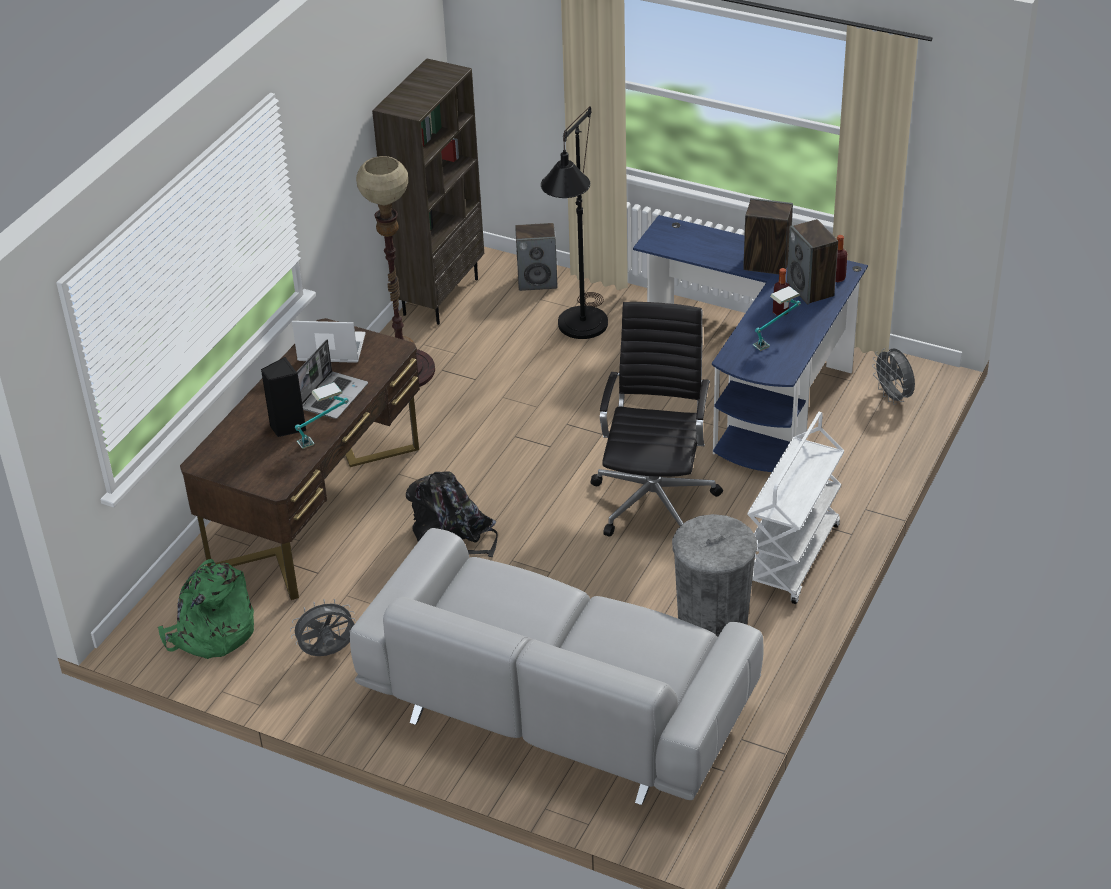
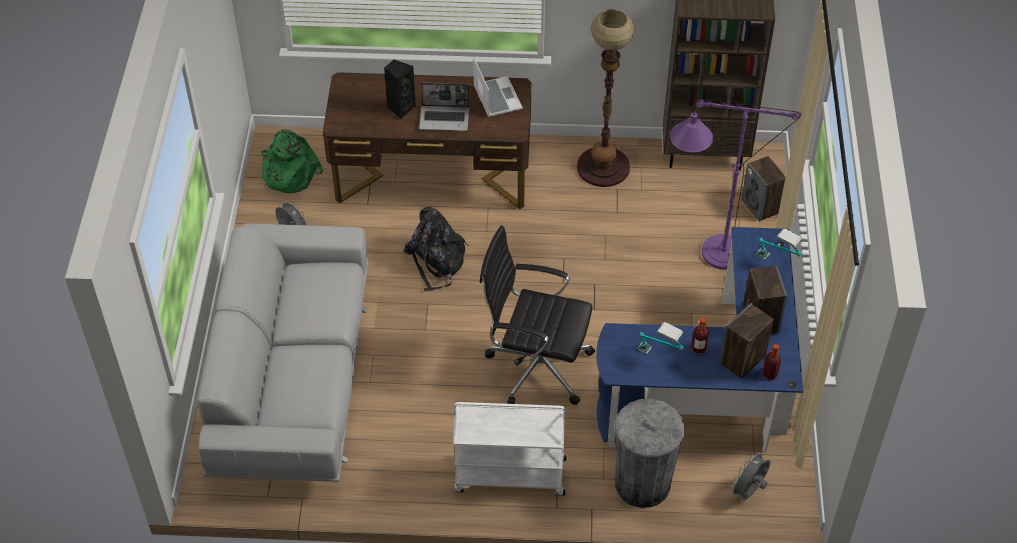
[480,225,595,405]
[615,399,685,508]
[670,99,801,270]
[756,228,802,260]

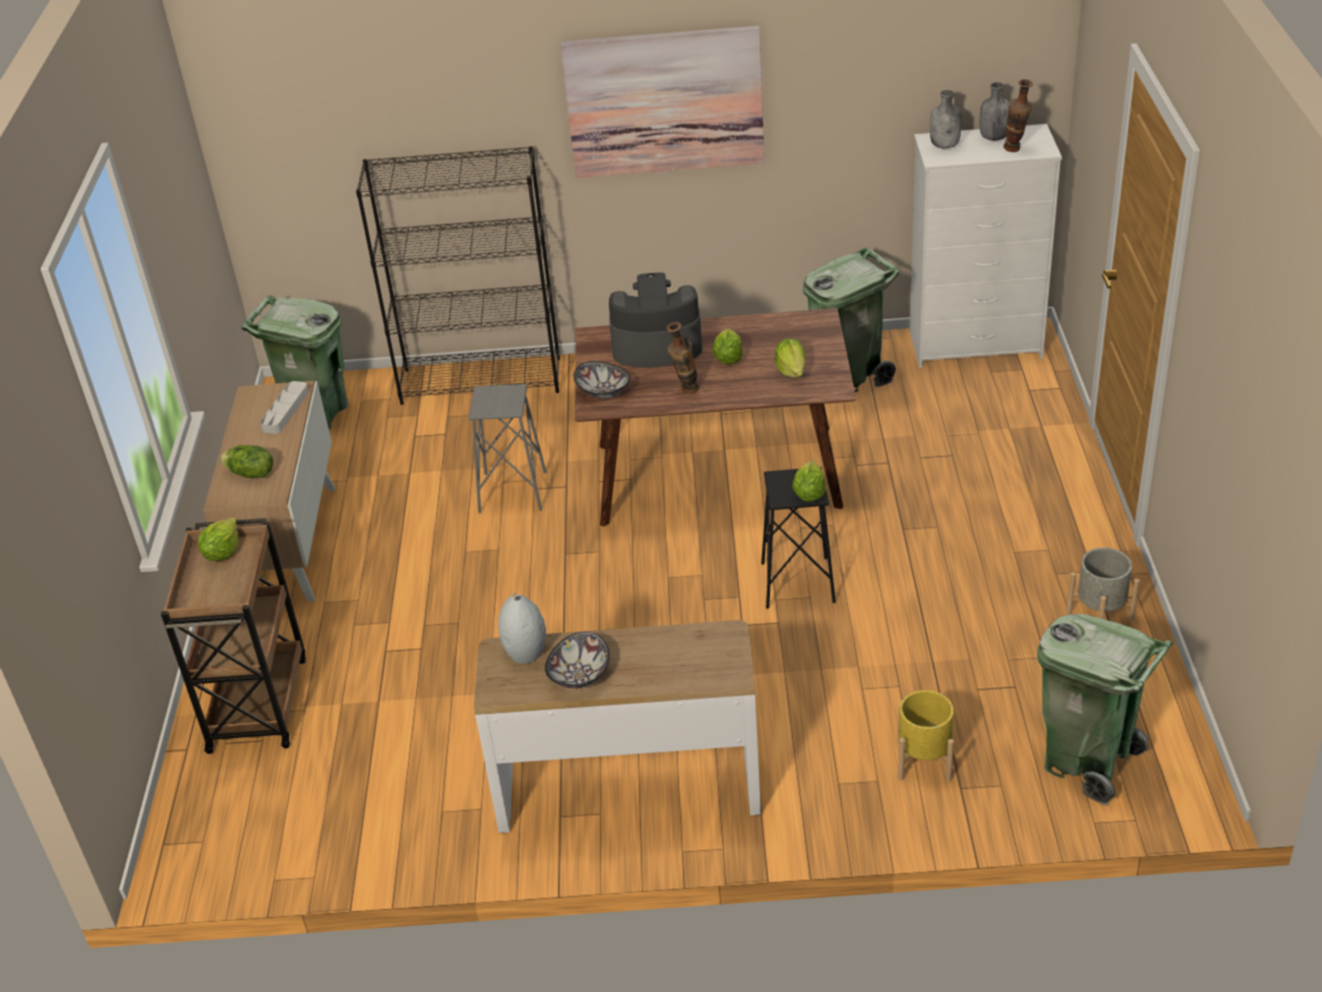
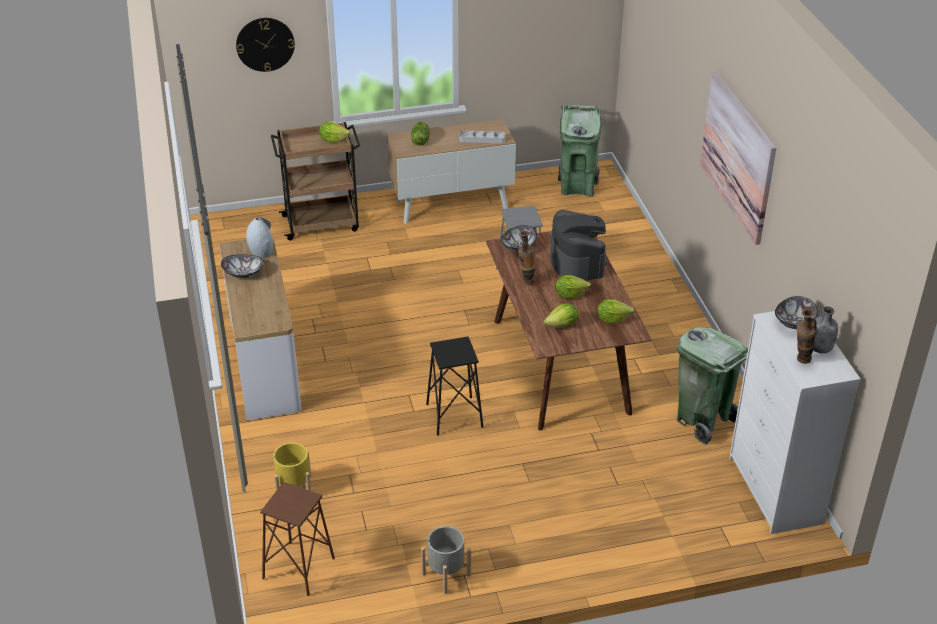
[236,18,295,72]
[260,482,335,596]
[597,299,634,324]
[775,296,818,329]
[356,146,560,405] (first image)

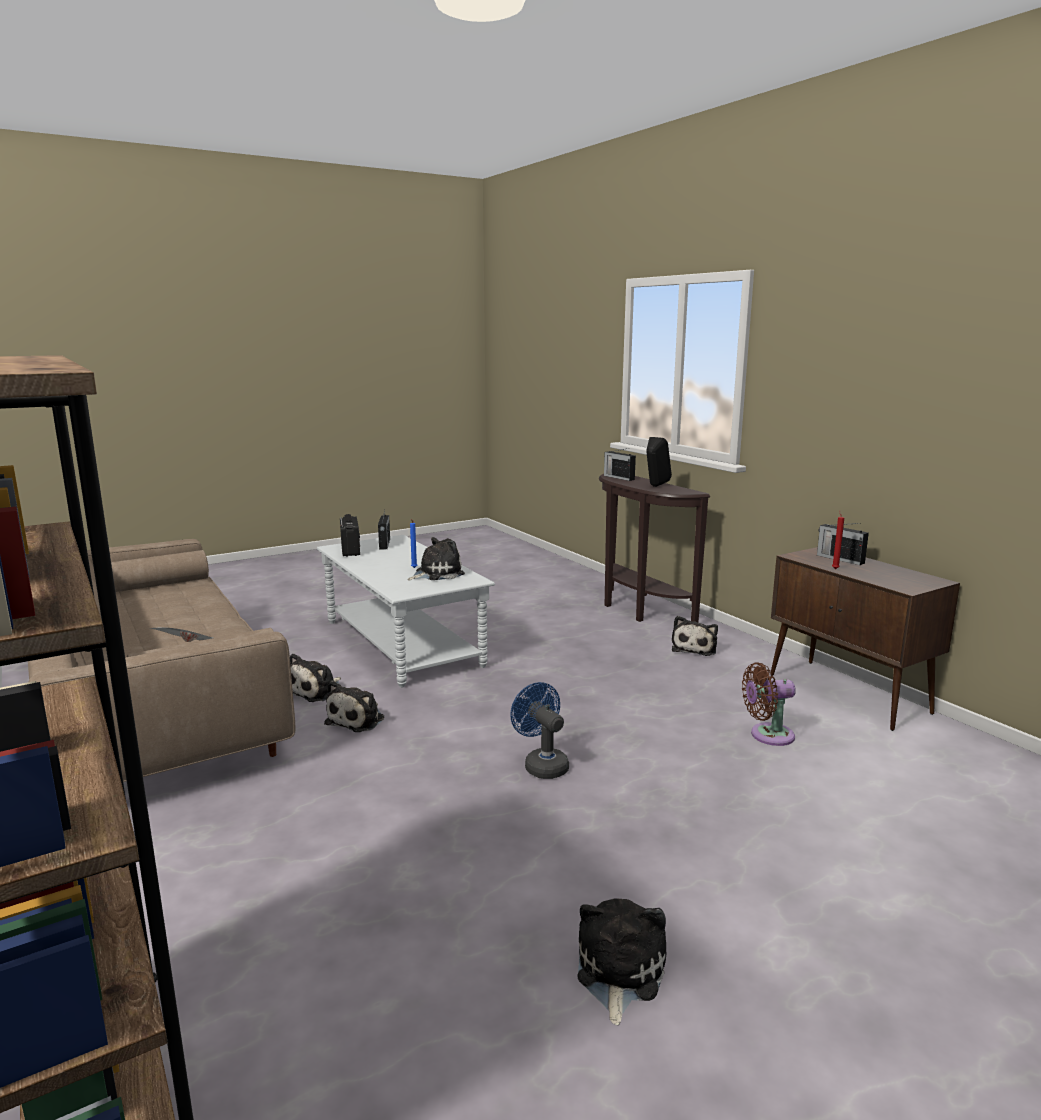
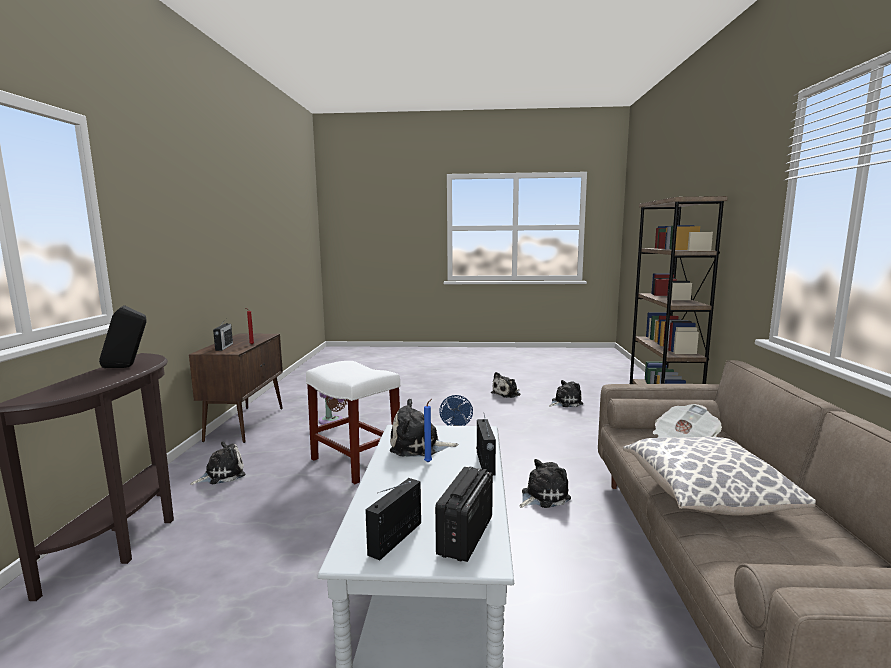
[306,361,400,484]
[476,415,496,475]
[549,380,583,407]
[623,437,816,516]

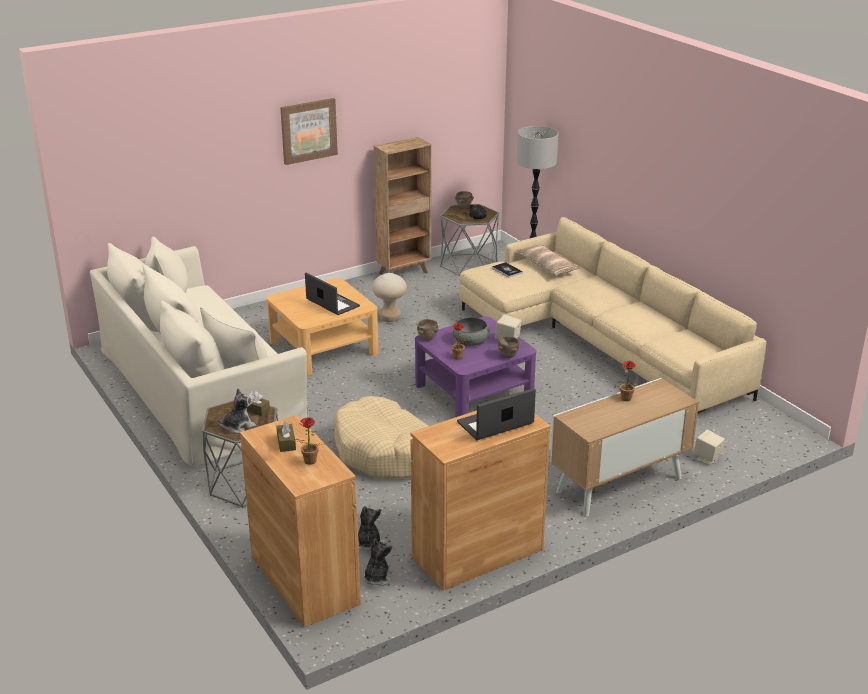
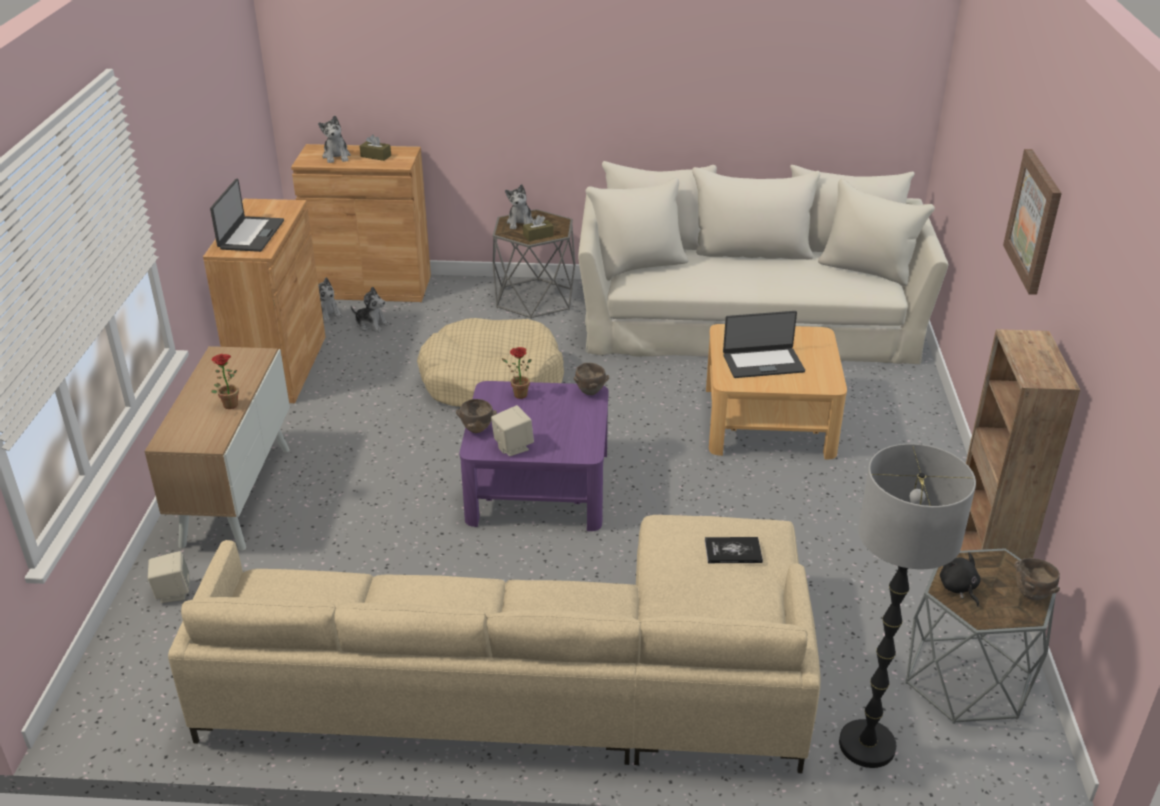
[318,115,351,163]
[372,273,407,322] (first image)
[453,318,490,346] (first image)
[517,244,579,275] (first image)

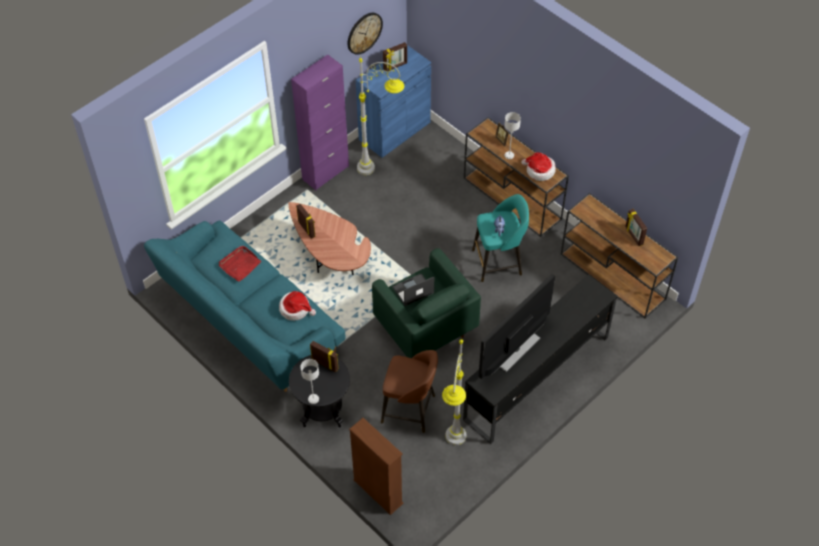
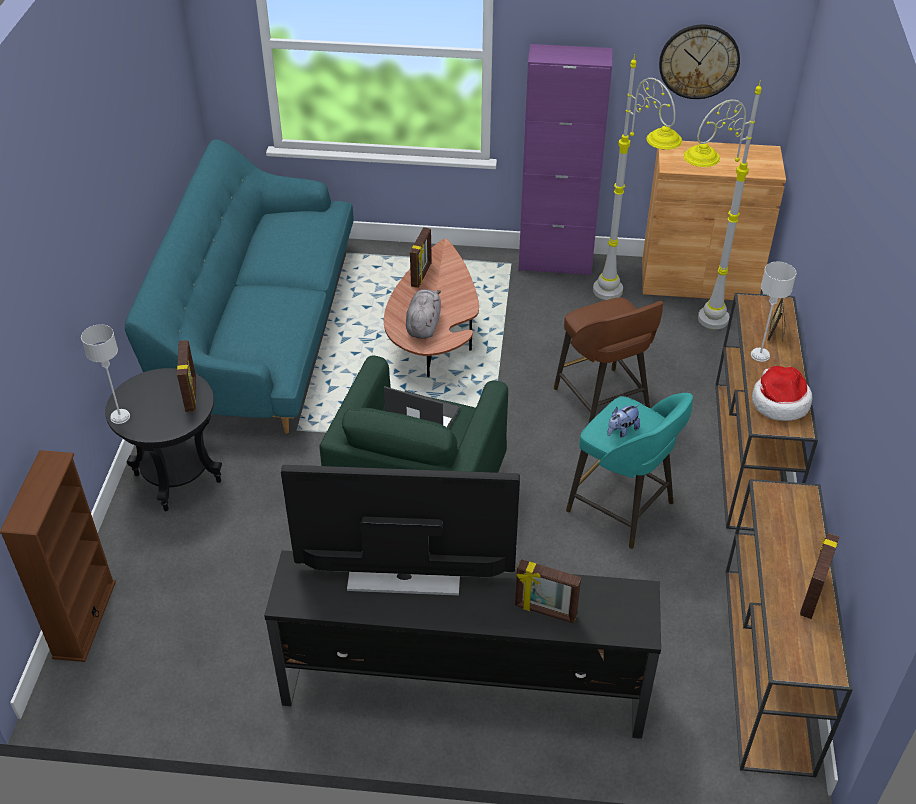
[406,289,441,339]
[515,559,581,623]
[554,297,664,423]
[642,141,786,300]
[684,80,762,329]
[219,246,261,282] (first image)
[279,291,316,321] (first image)

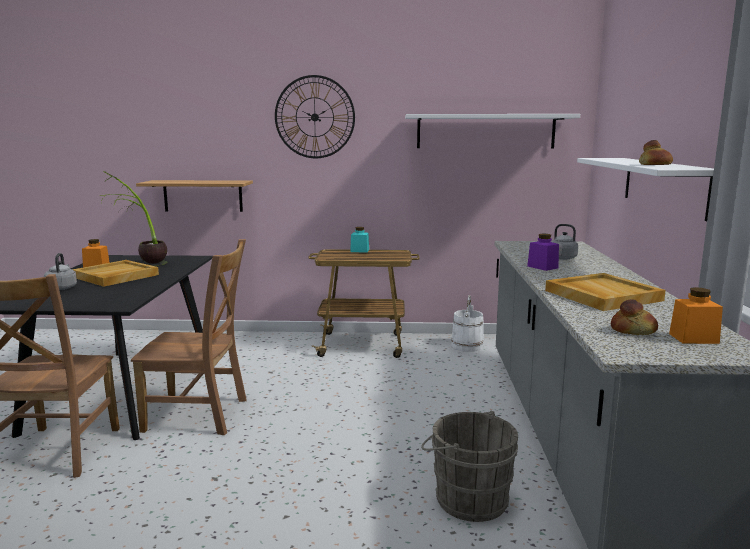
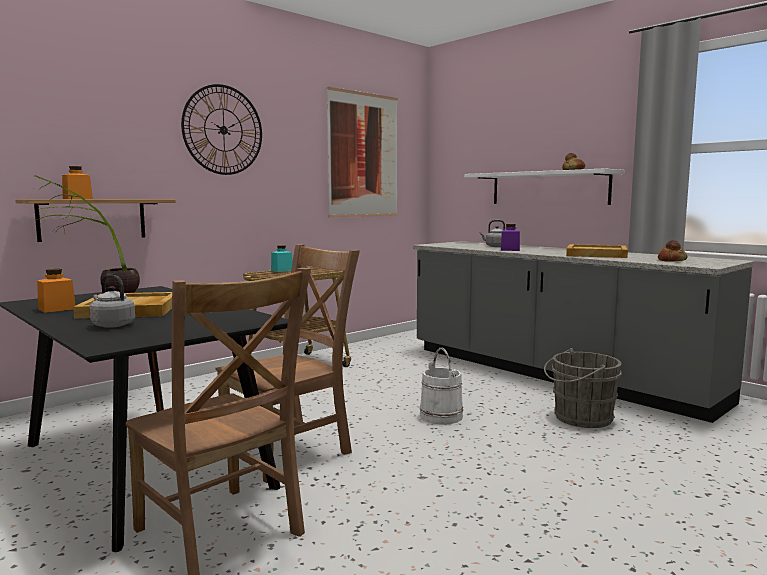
[62,166,93,199]
[326,87,398,217]
[420,348,463,425]

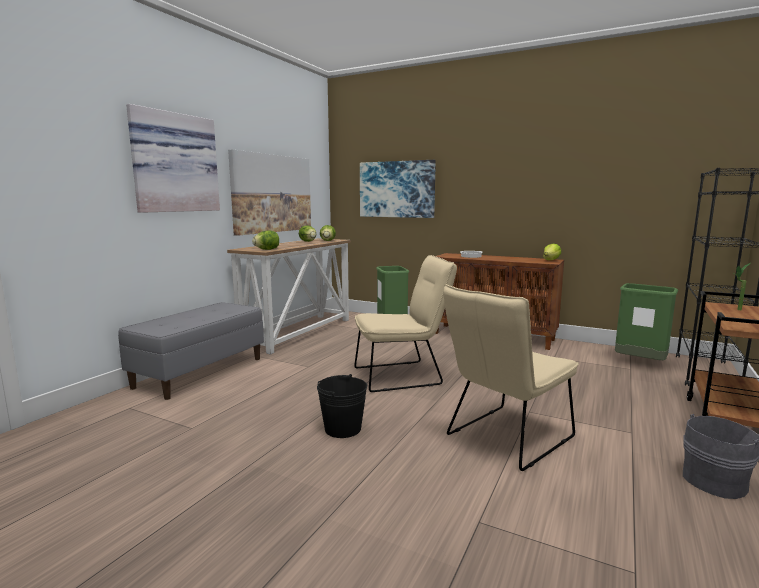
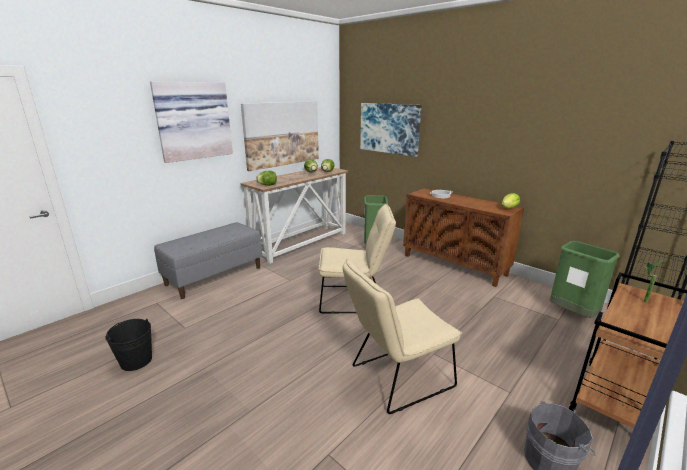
[106,319,152,371]

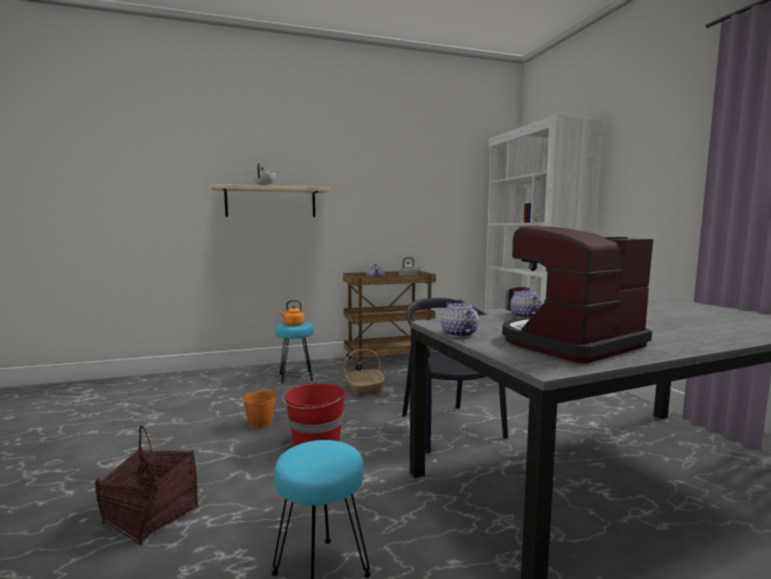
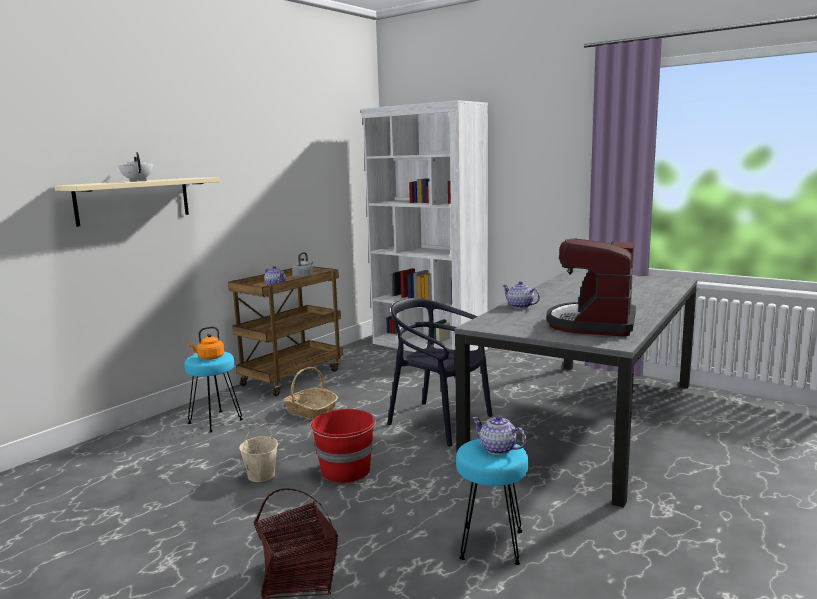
[239,423,278,482]
[472,415,526,455]

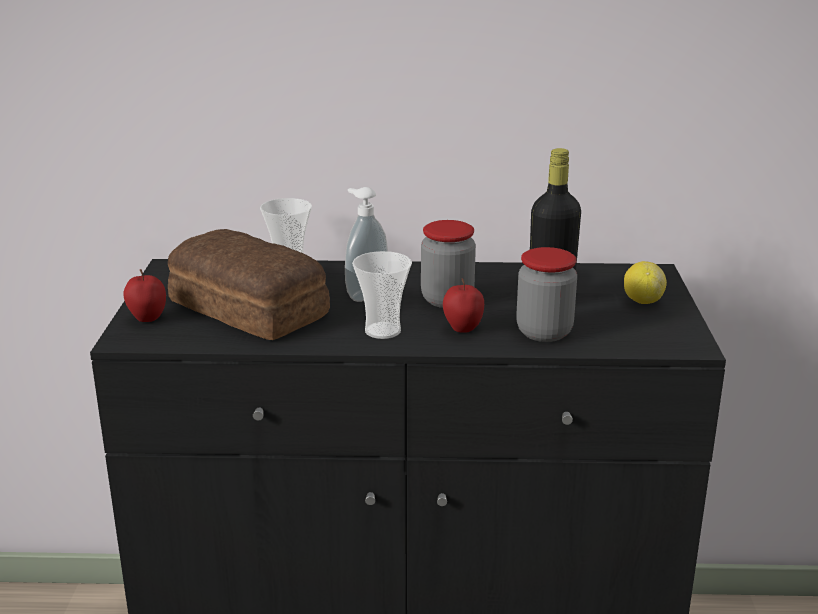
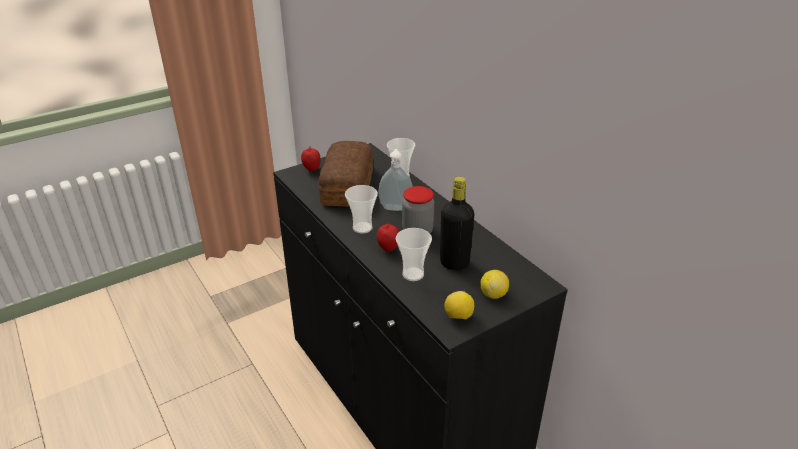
[396,228,432,281]
[444,291,474,319]

